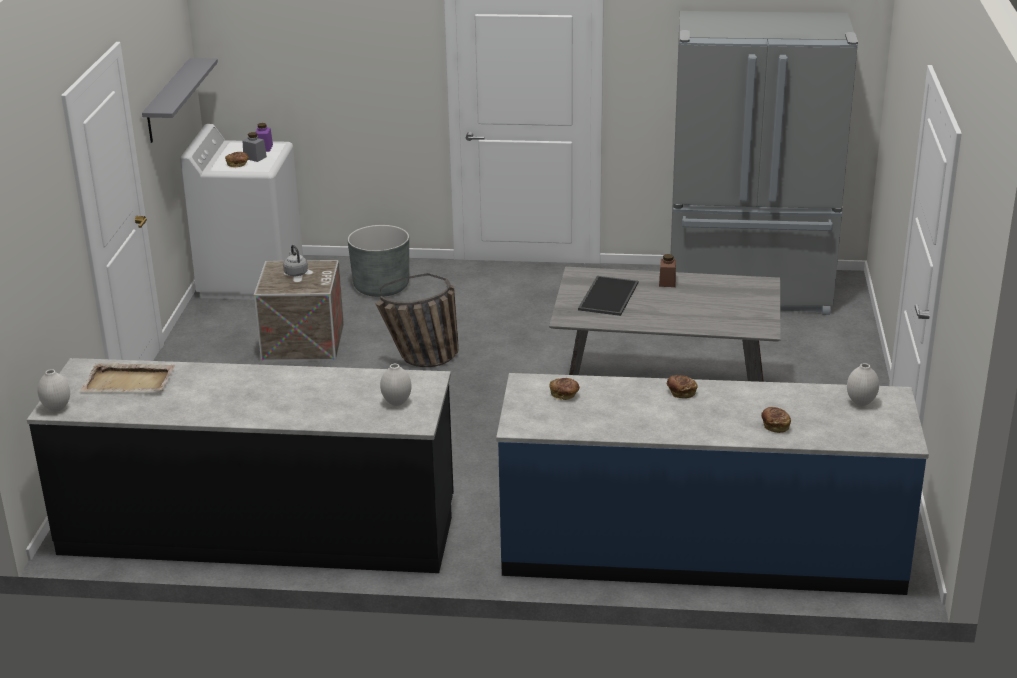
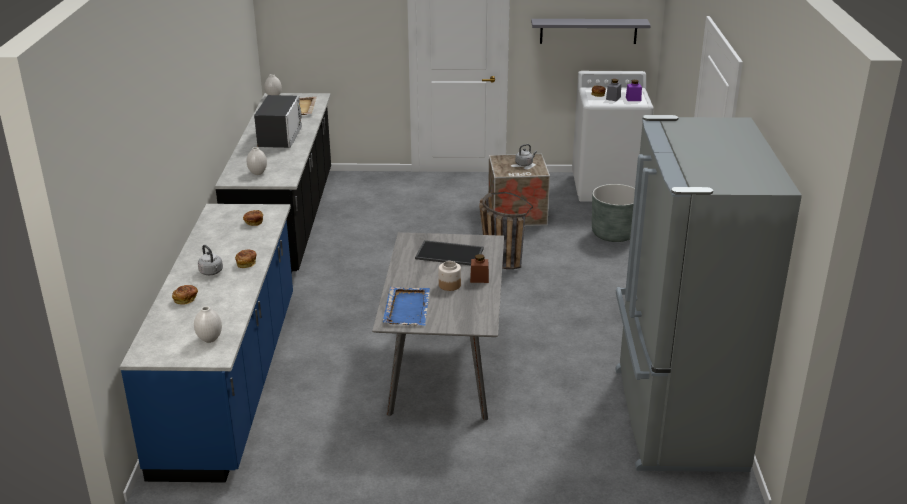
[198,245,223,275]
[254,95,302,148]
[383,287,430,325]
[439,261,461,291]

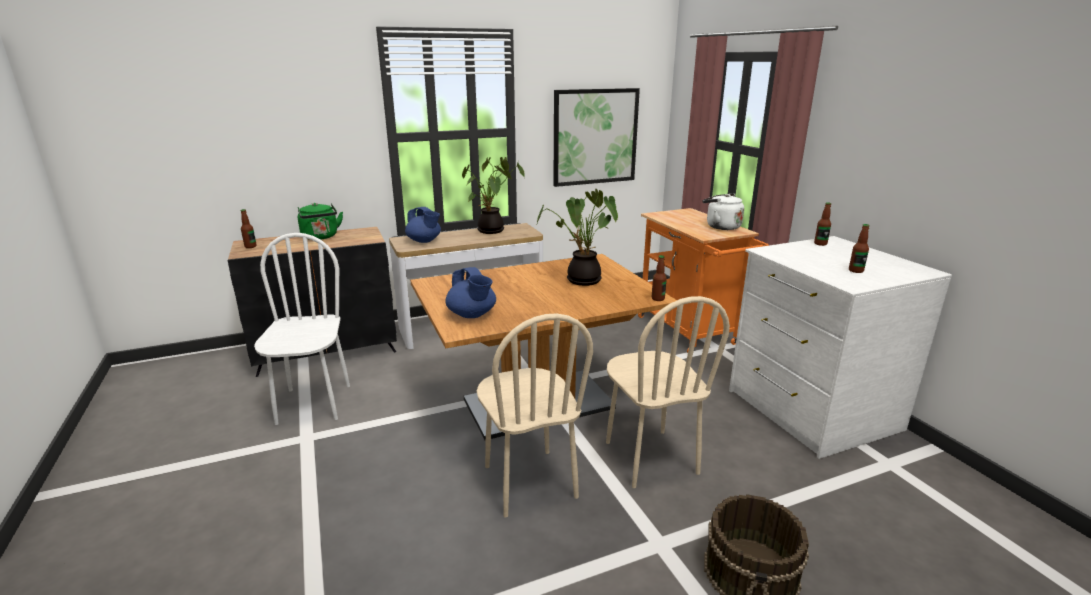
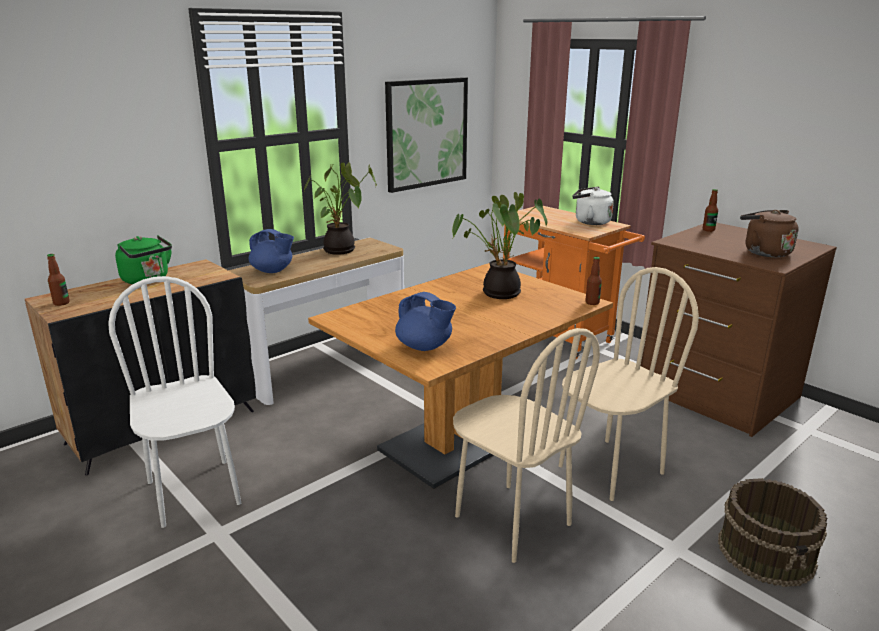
[559,267,699,501]
[641,222,837,437]
[740,210,799,257]

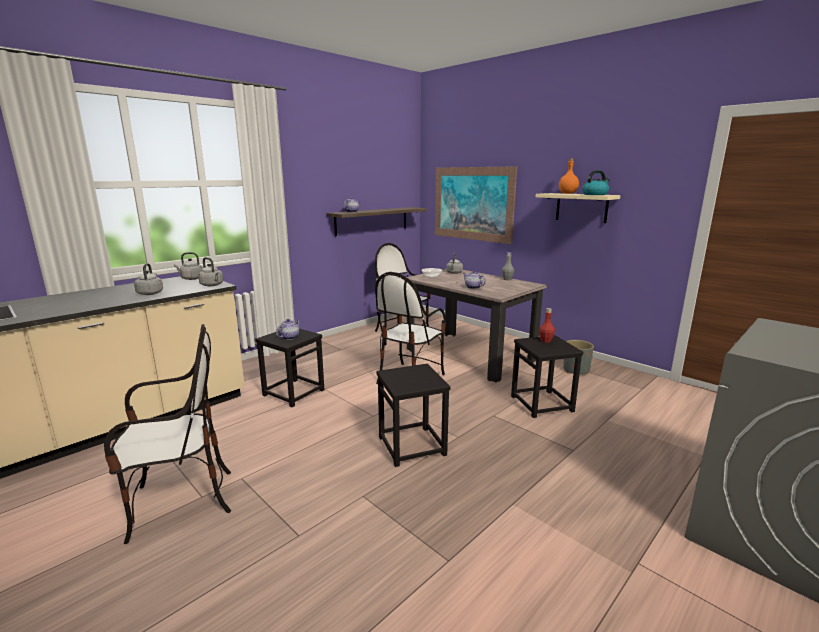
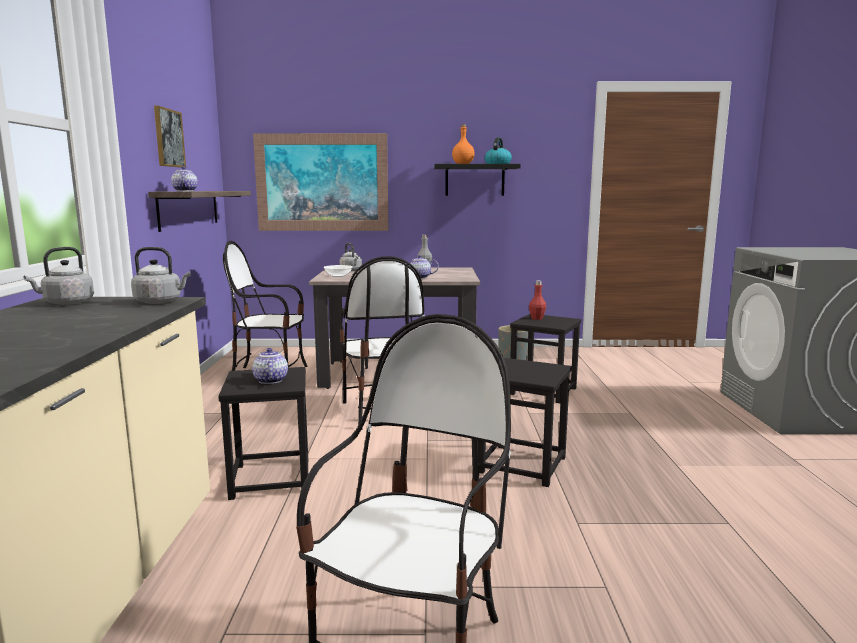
[154,106,186,168]
[434,164,521,196]
[134,263,163,295] (first image)

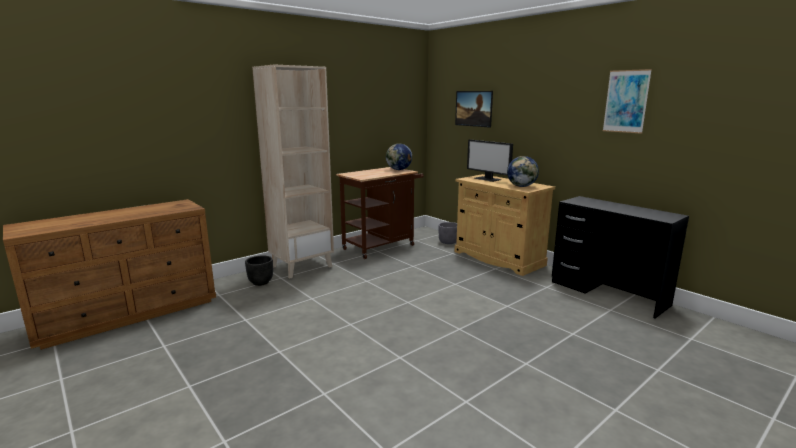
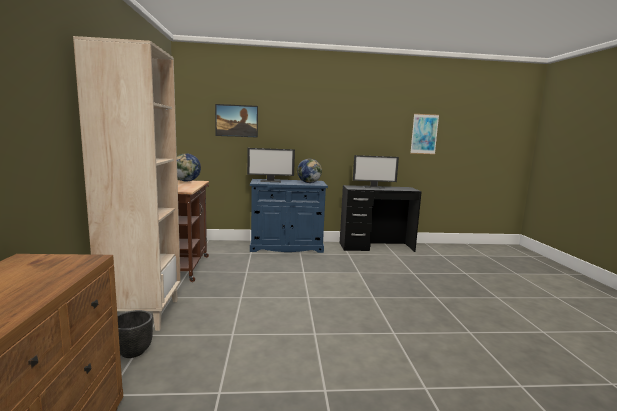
[250,179,328,253]
[353,155,399,188]
[411,114,439,154]
[439,222,457,244] (first image)

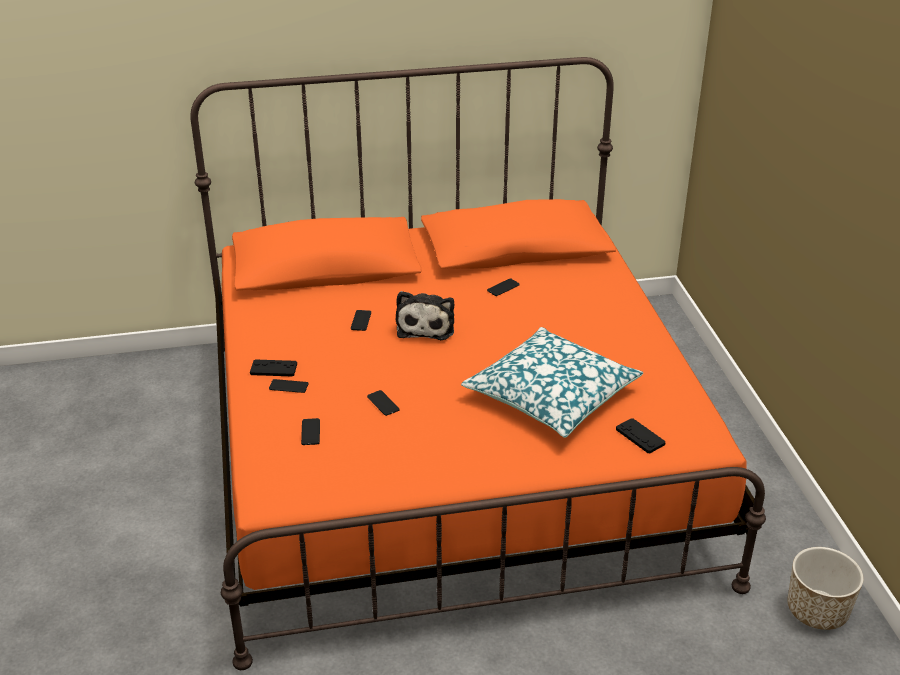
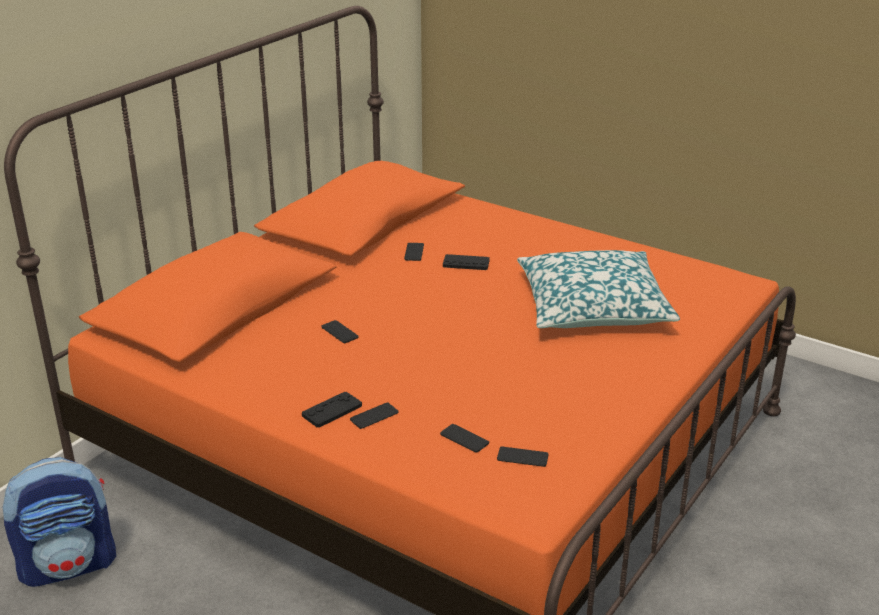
[2,457,116,587]
[443,254,490,270]
[497,447,549,467]
[396,291,454,340] (first image)
[787,547,864,630] (first image)

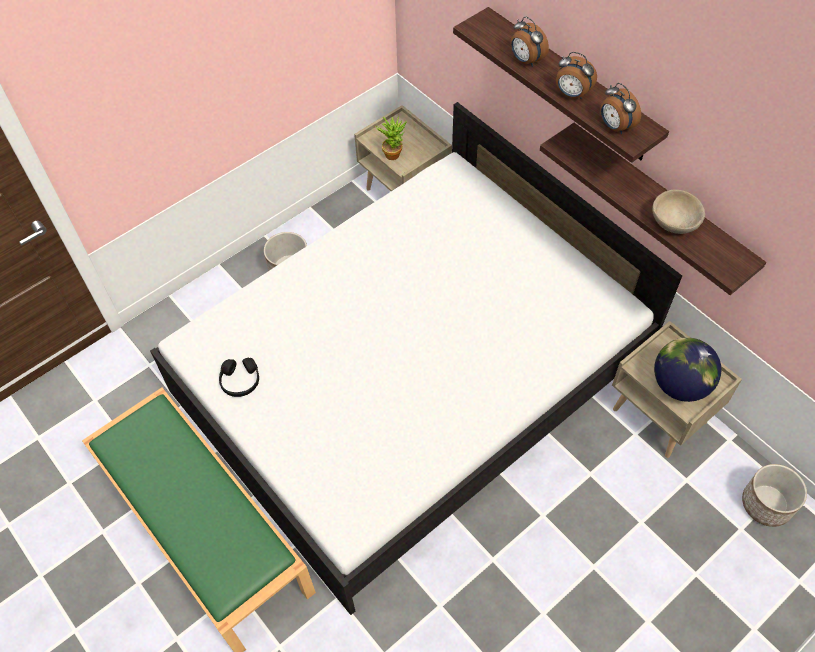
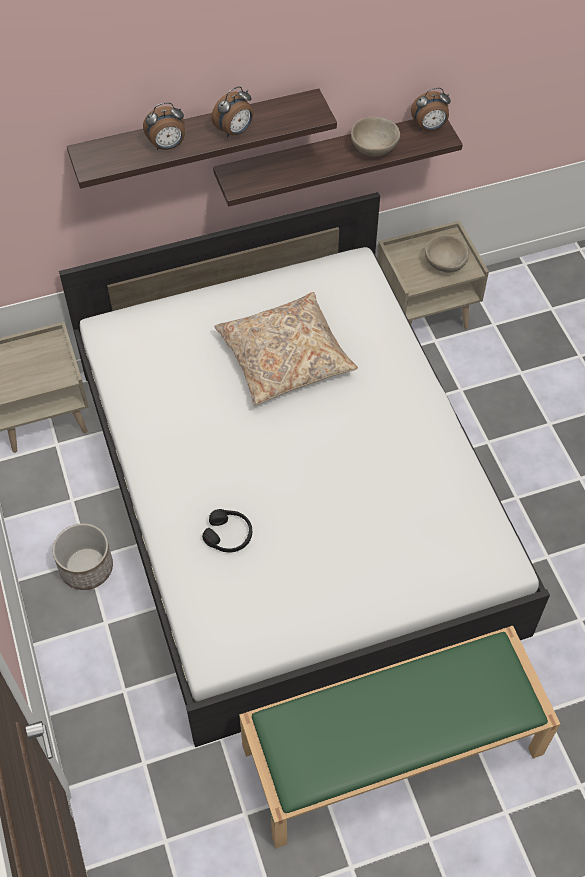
[202,509,252,553]
[214,292,358,405]
[411,88,451,131]
[425,235,469,273]
[375,115,407,160] (first image)
[742,464,807,527] (first image)

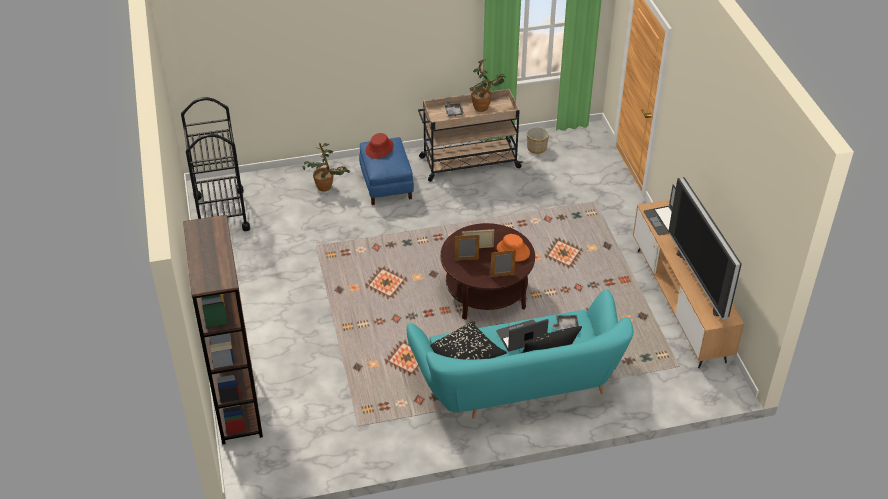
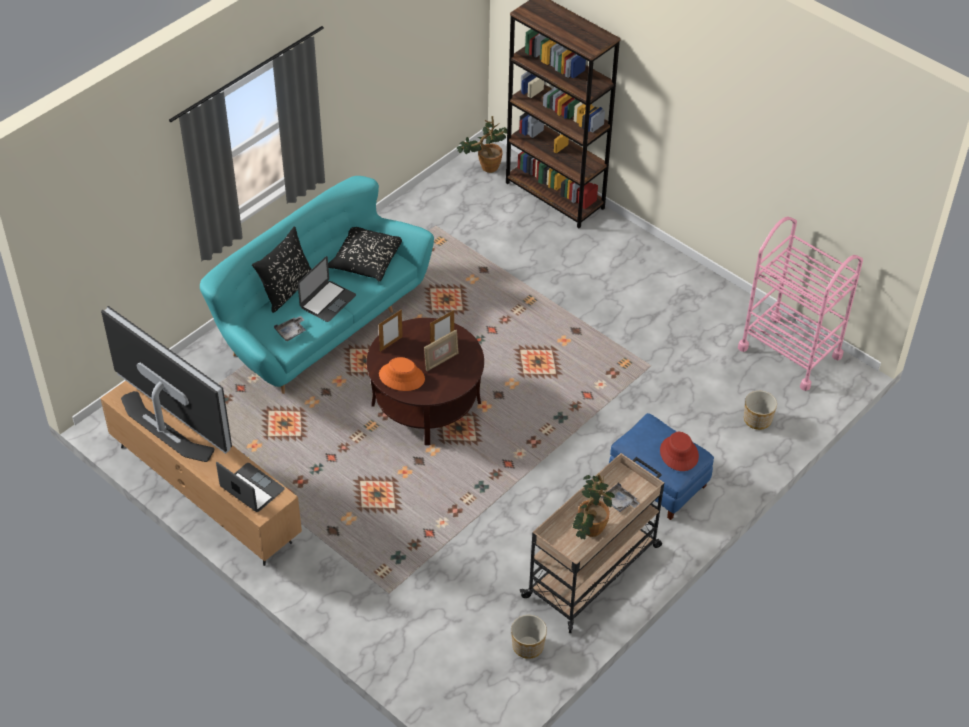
[457,116,507,173]
[738,216,863,391]
[744,391,777,430]

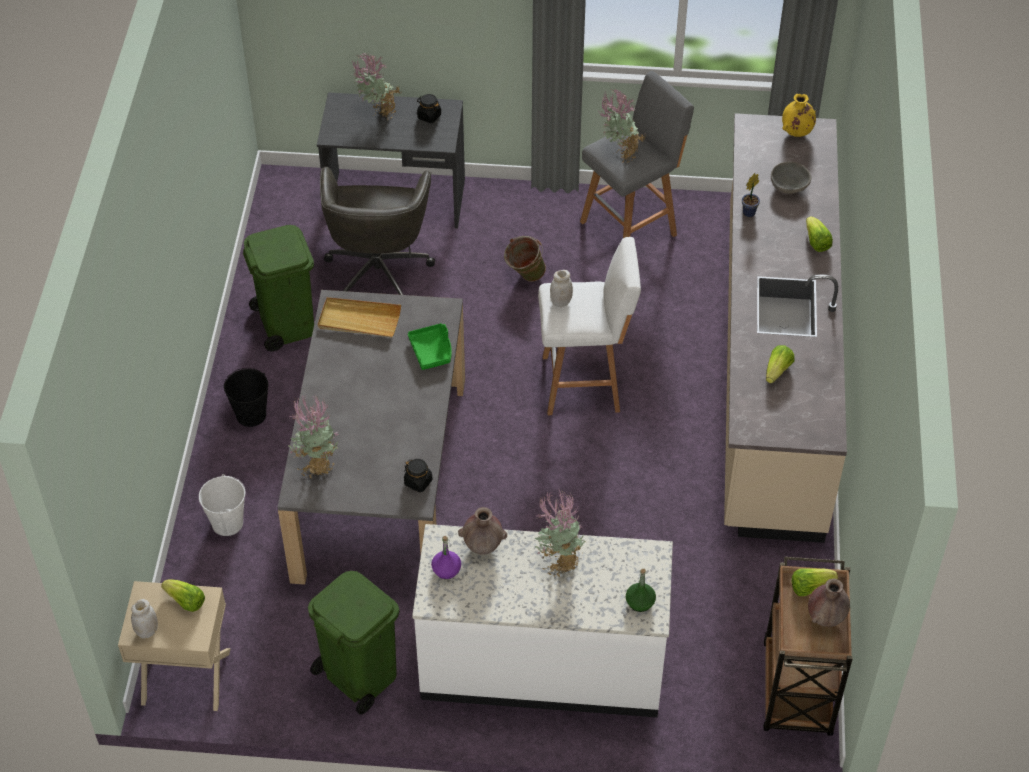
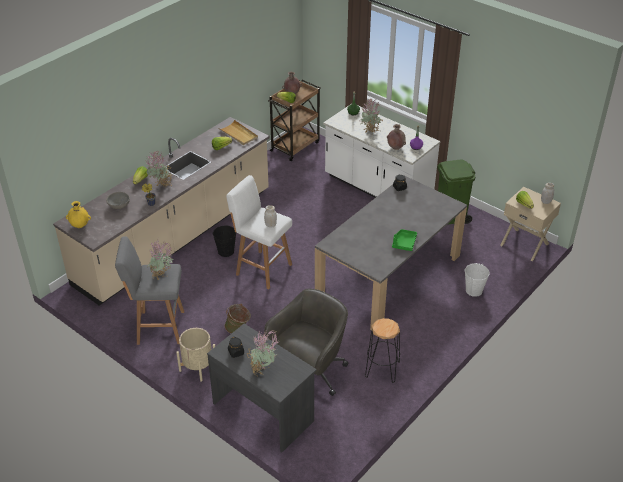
[145,151,173,186]
[176,328,215,381]
[212,226,236,257]
[218,120,258,145]
[365,318,400,383]
[392,229,417,251]

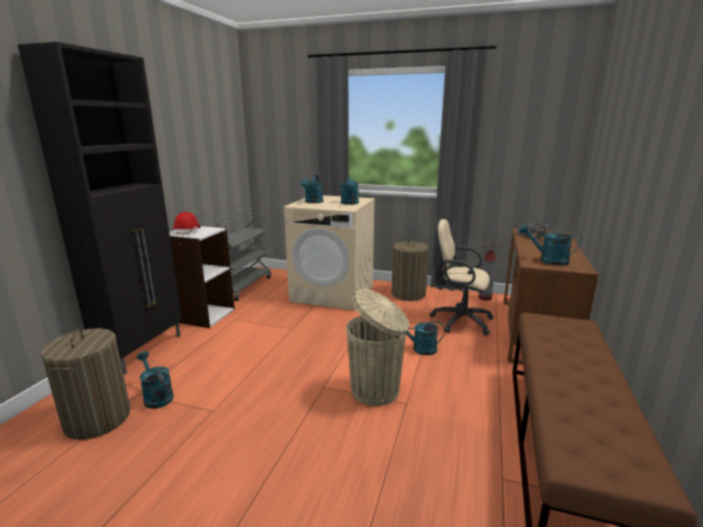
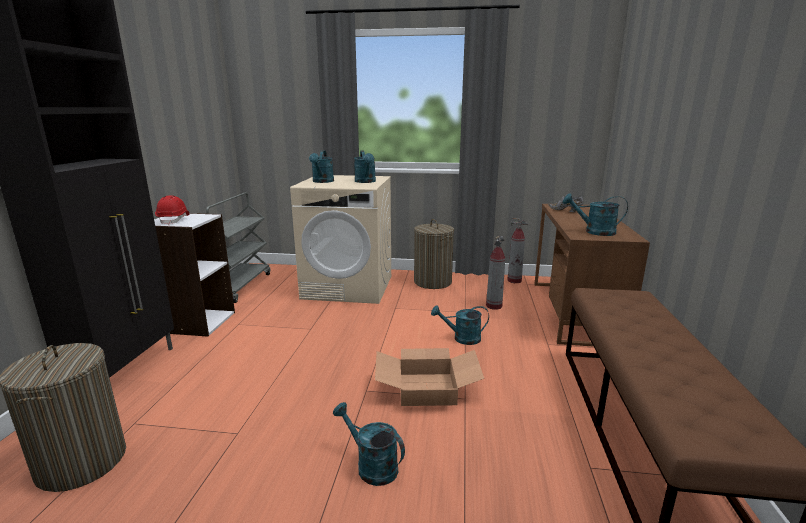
[333,402,405,486]
[375,348,484,406]
[486,236,505,310]

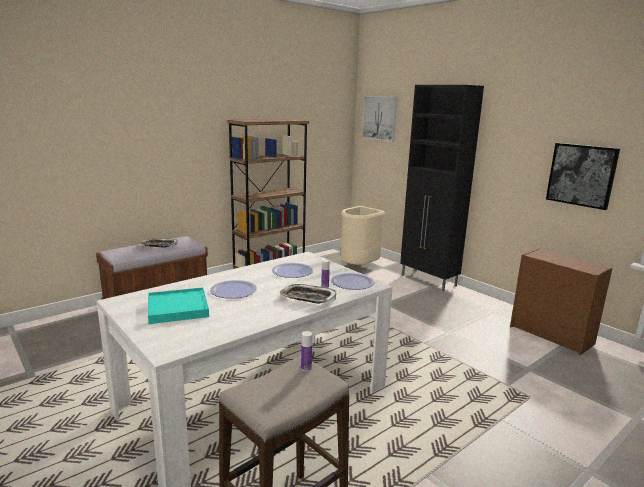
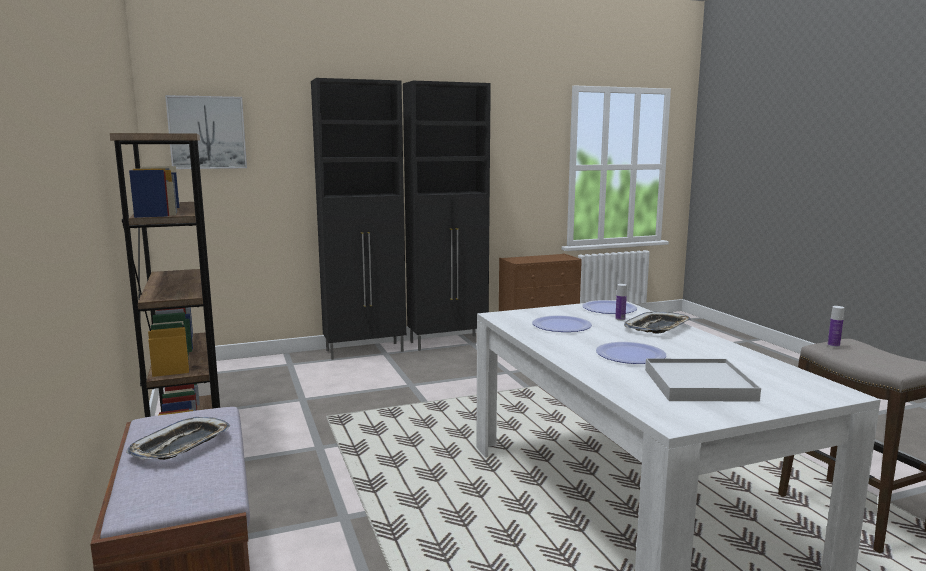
[403,81,491,351]
[645,358,761,402]
[341,206,385,265] (first image)
[546,143,620,210] (first image)

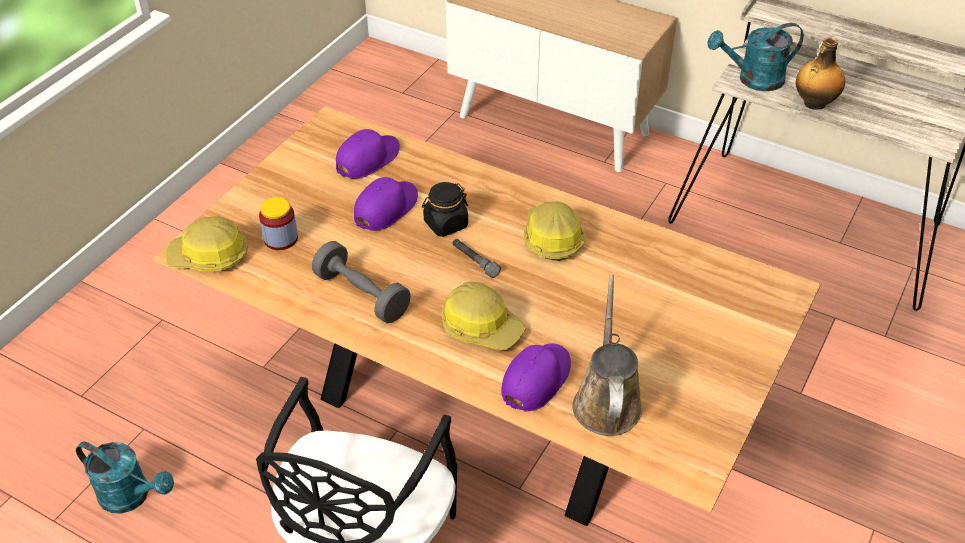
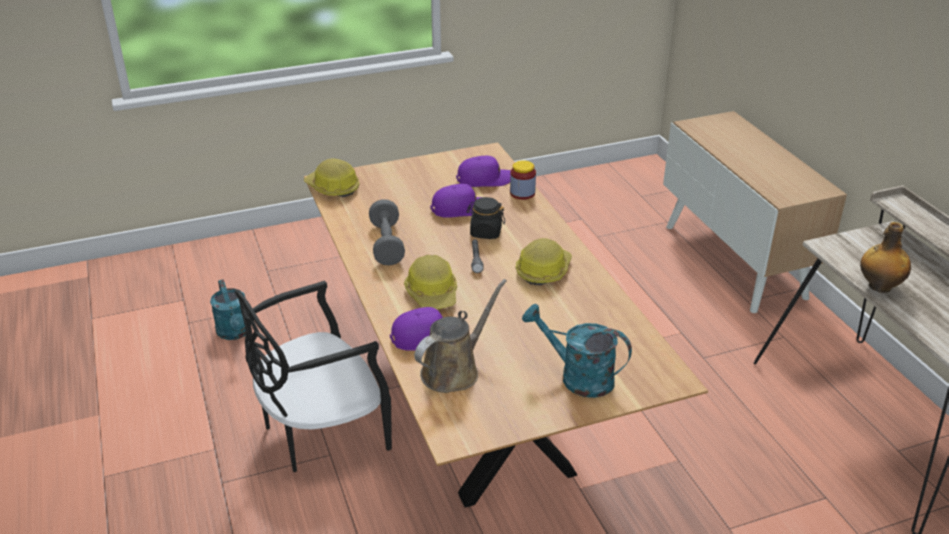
[510,160,536,200]
[522,304,632,398]

